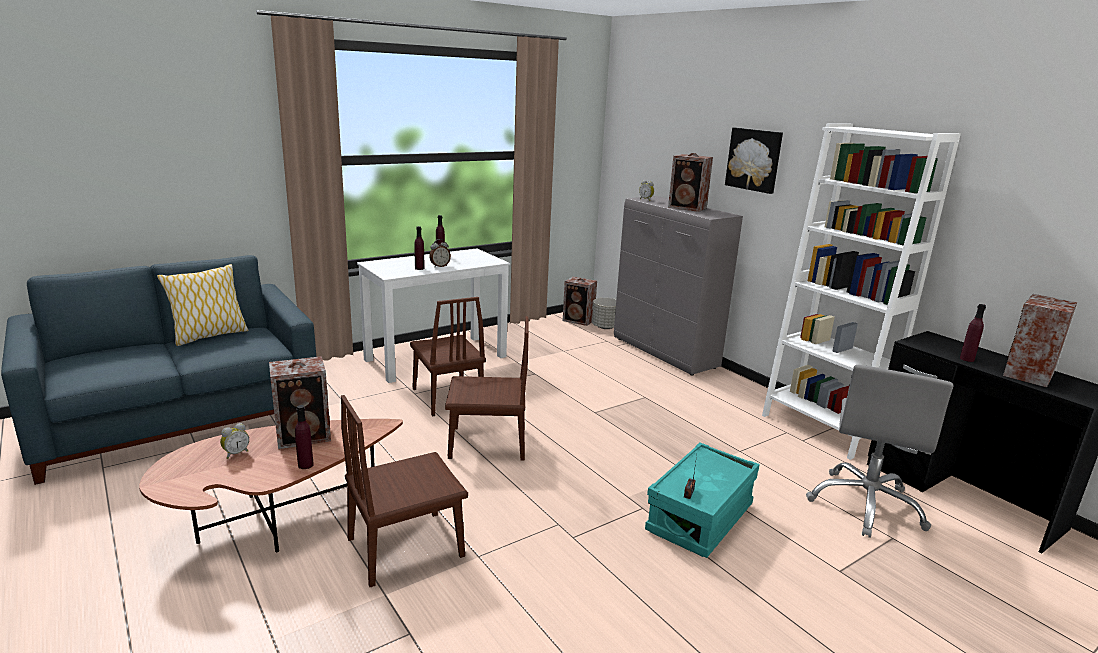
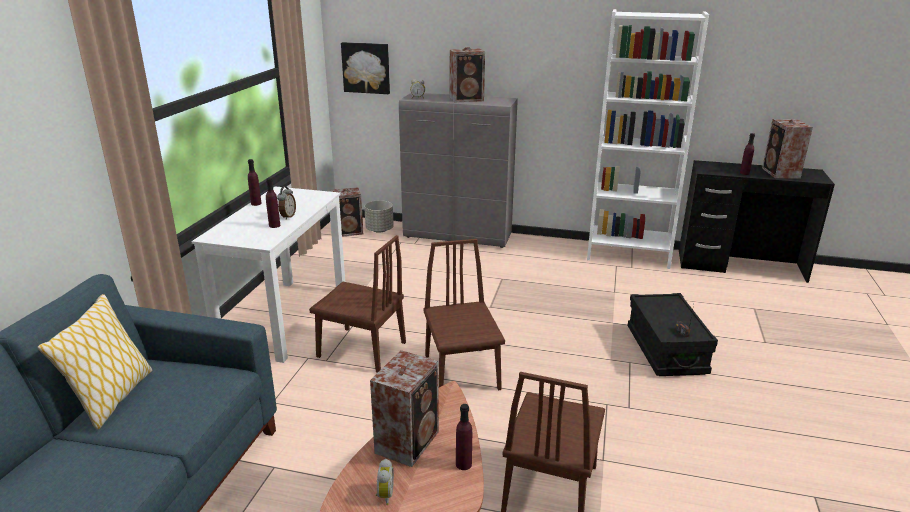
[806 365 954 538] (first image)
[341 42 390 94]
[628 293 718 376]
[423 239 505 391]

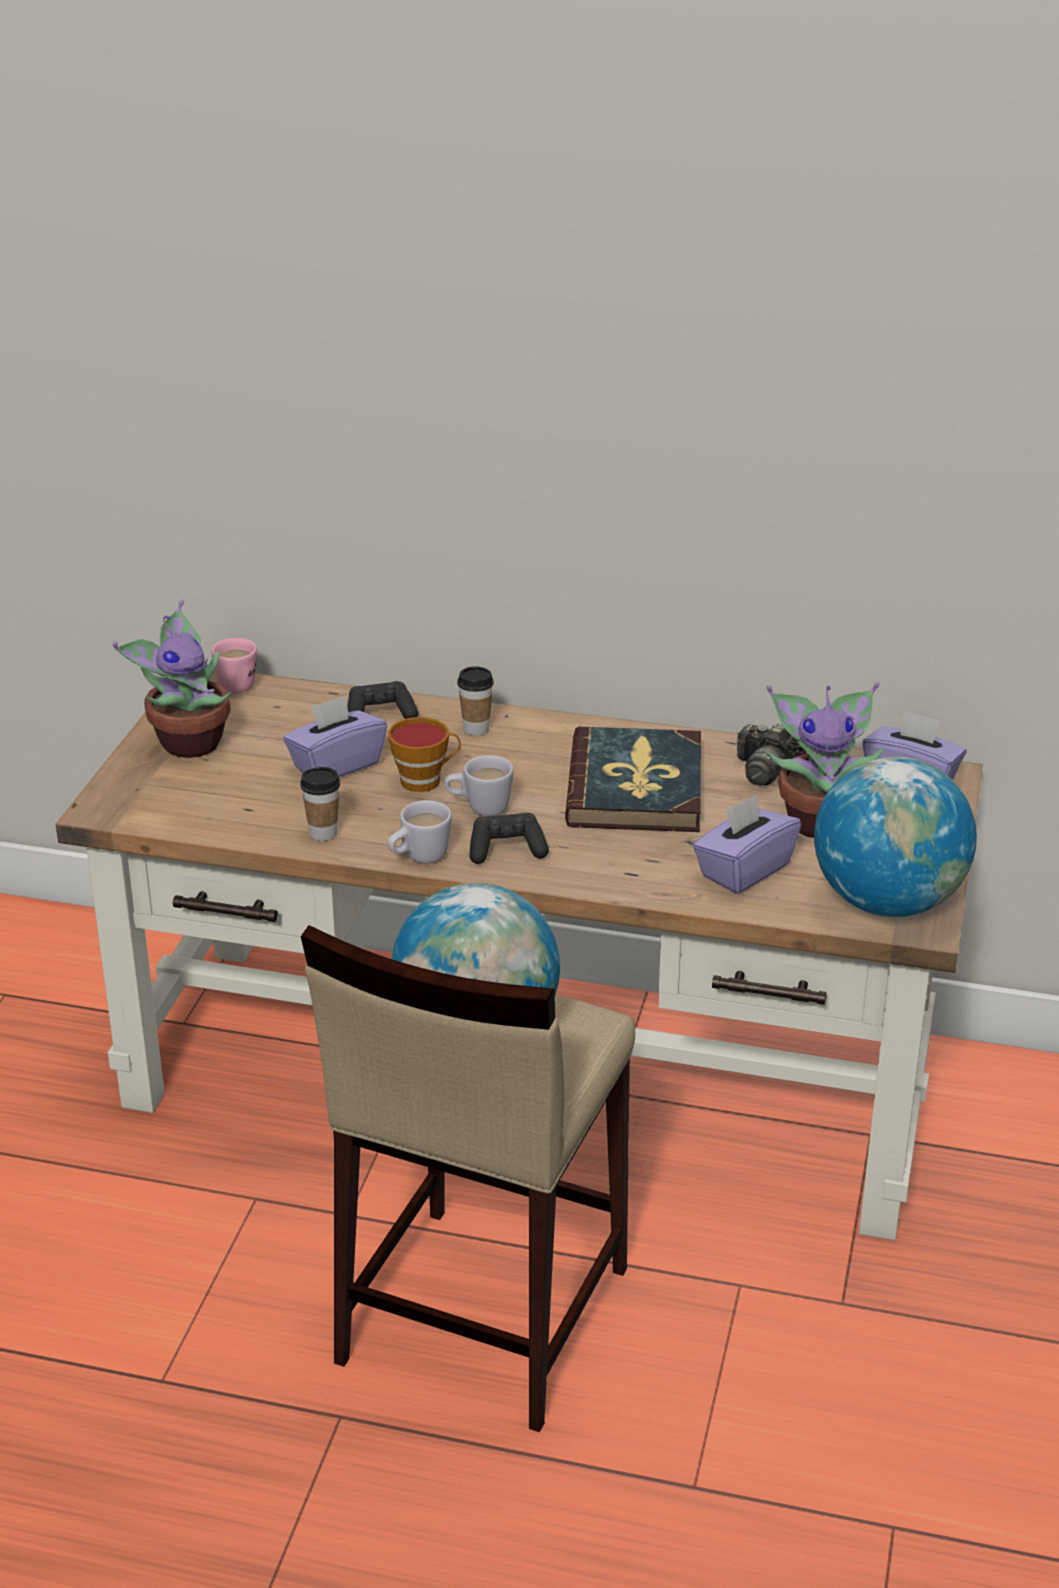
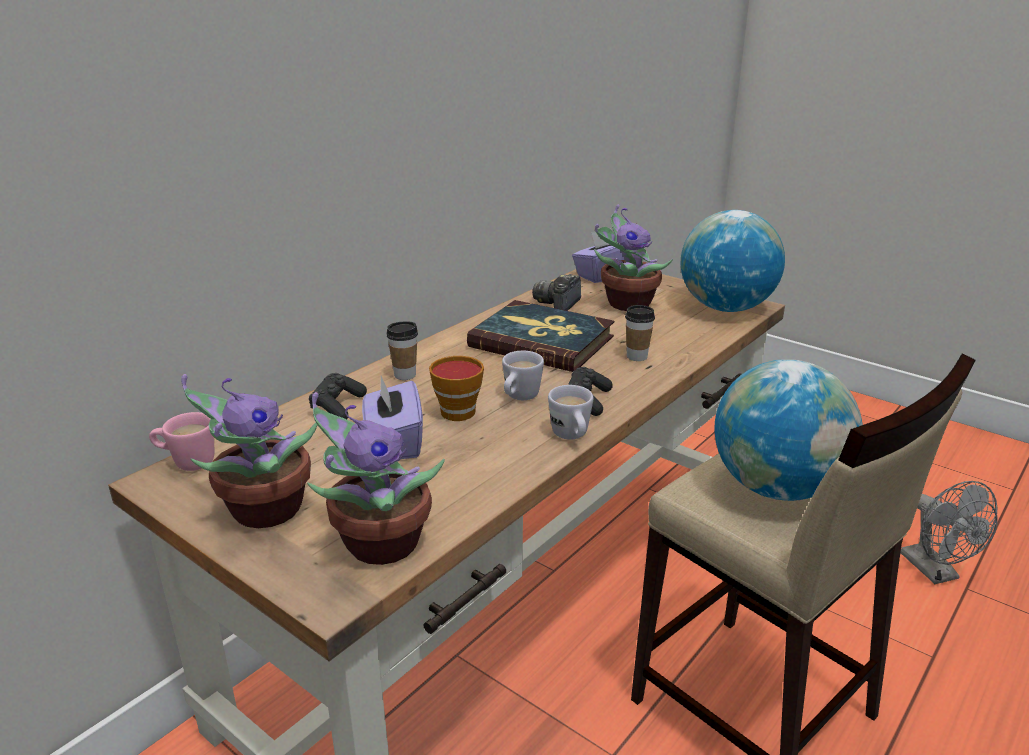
[693 795 801 894] (first image)
[307 392 445 565]
[900 481 998 584]
[625 305 655 361]
[532 274 581 311]

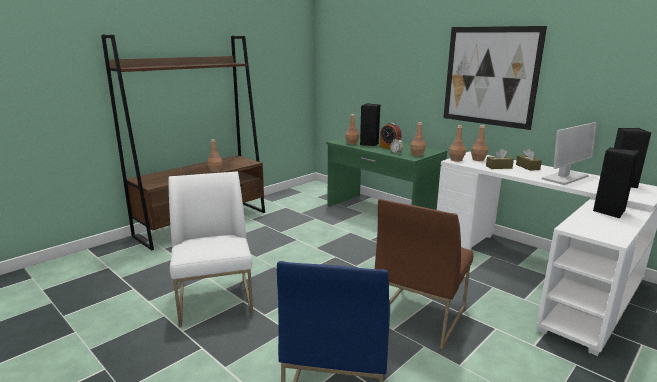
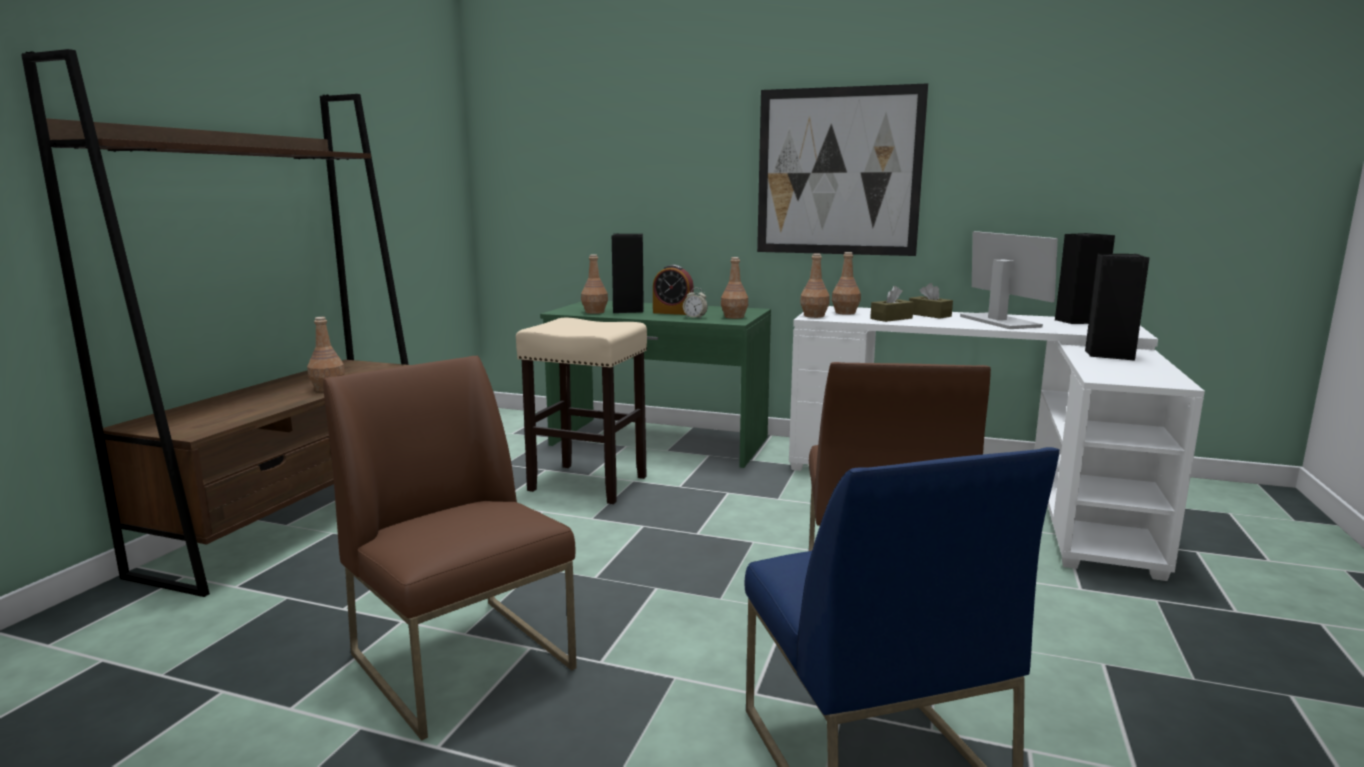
[516 318 647 504]
[323 356 577 740]
[960 231 1058 329]

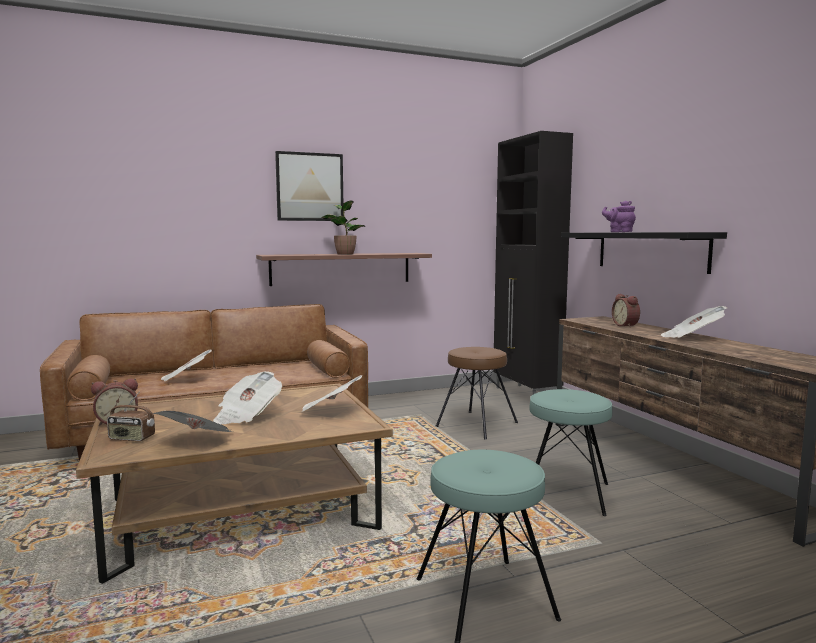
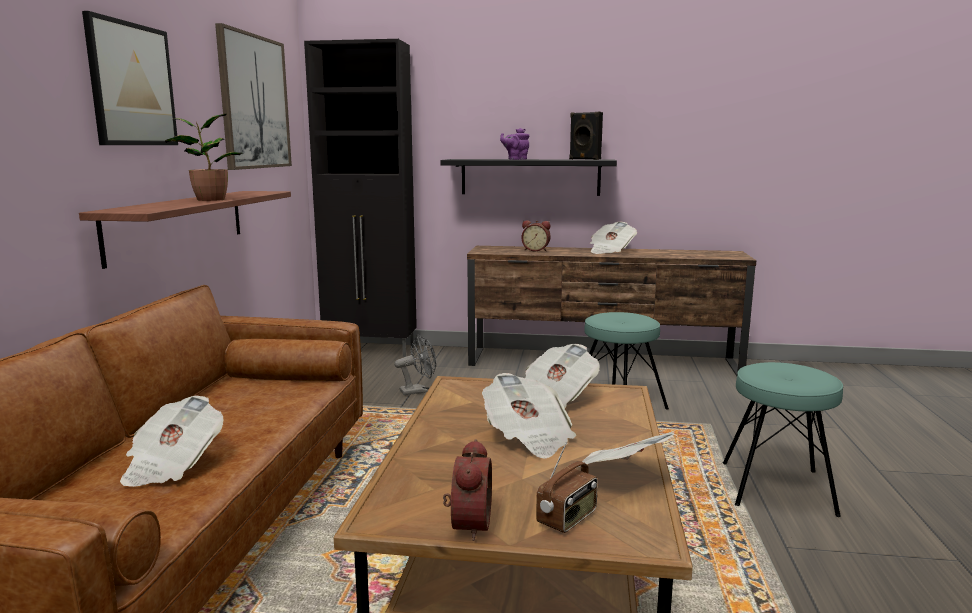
[215 23 292 170]
[569 112 603 160]
[394 335 436 395]

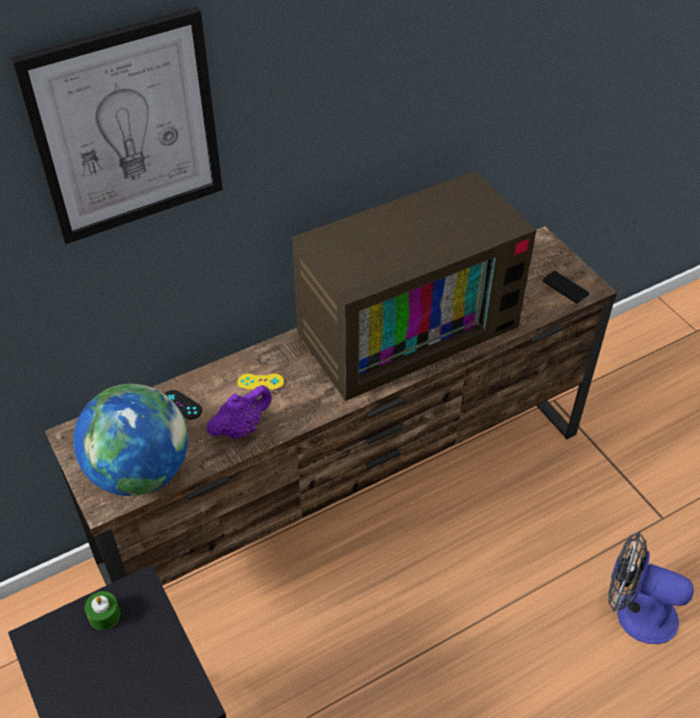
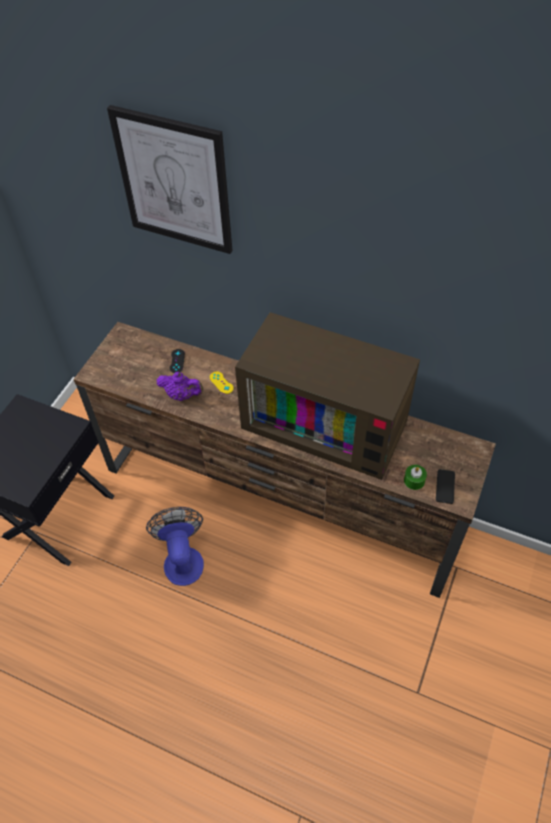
[73 384 188 496] (first image)
[404 465 427 490]
[146 507 204 586]

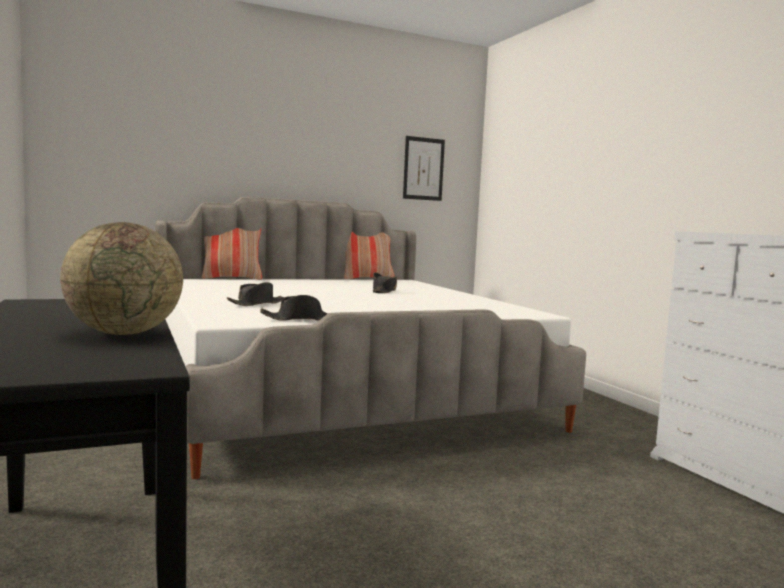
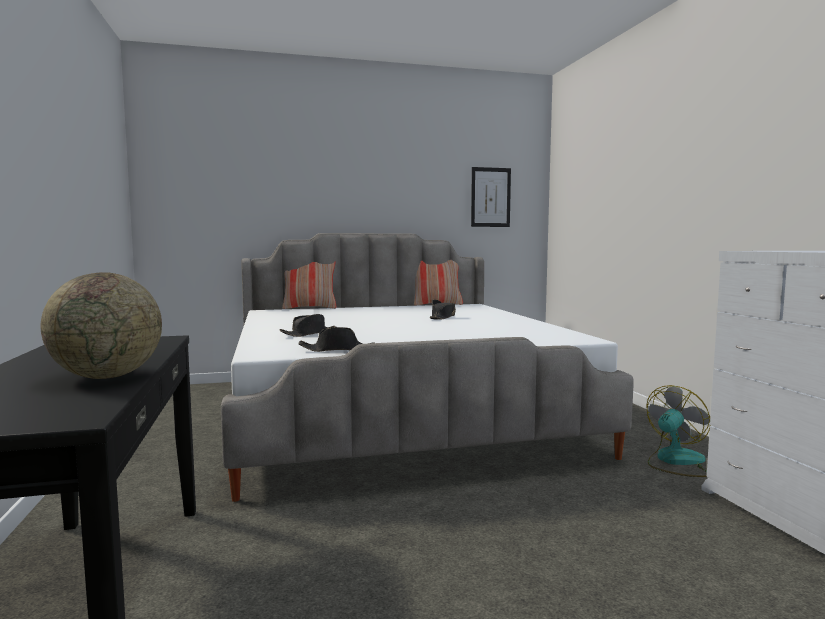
[646 385 711 477]

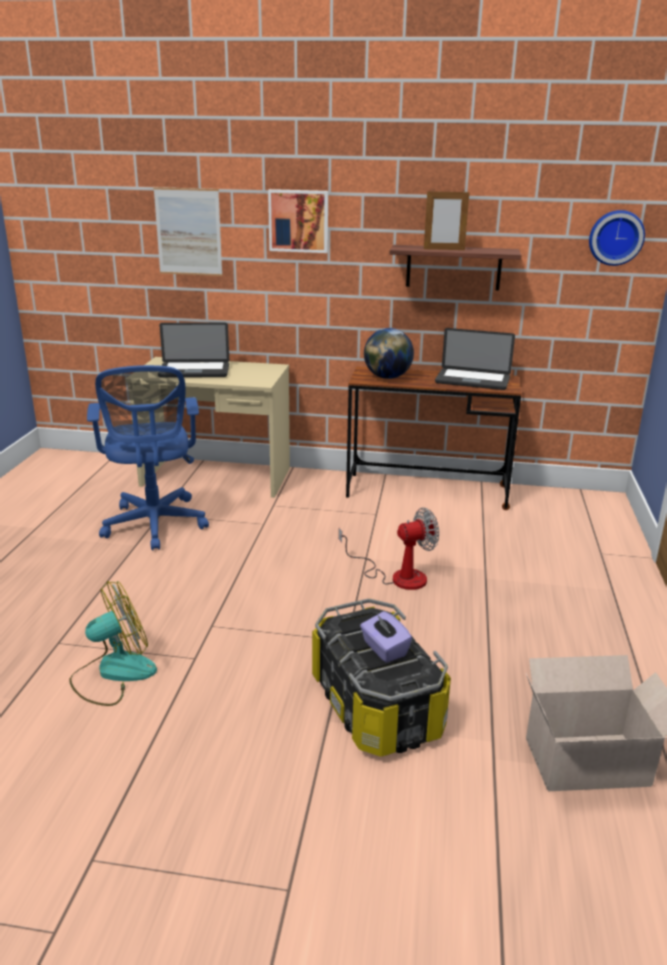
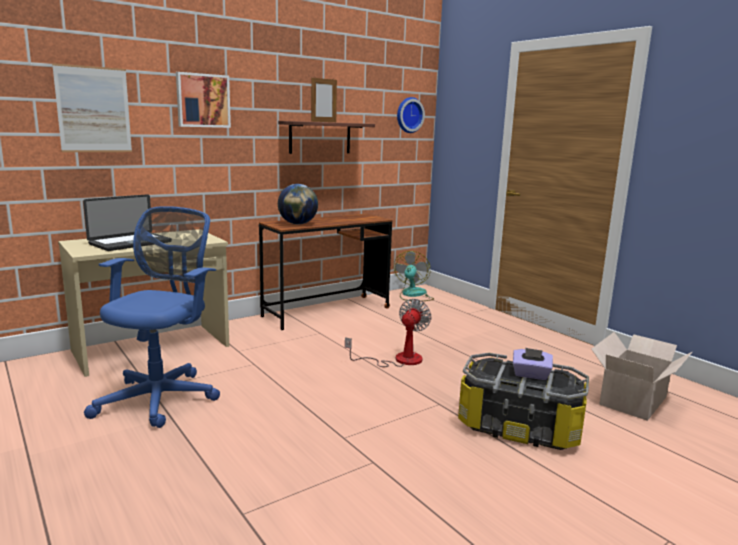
[435 328 515 390] (first image)
[394 251 434 301]
[84 206 220 428]

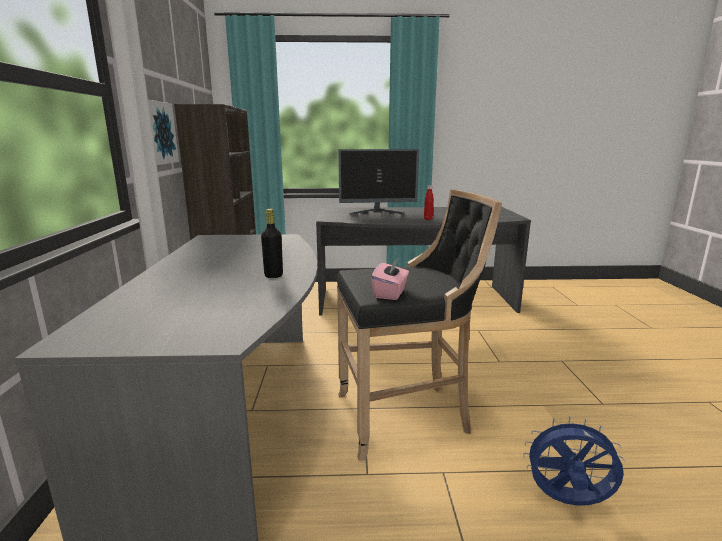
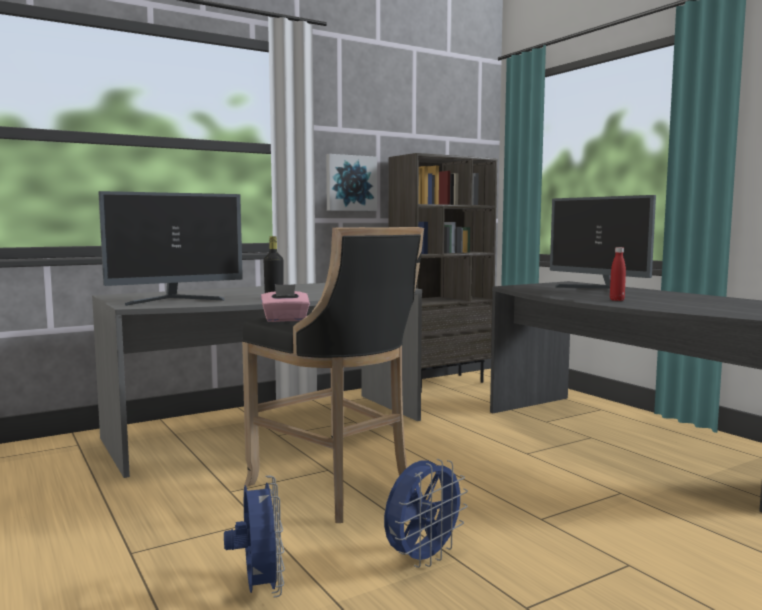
[98 191 243 306]
[384 459 468 568]

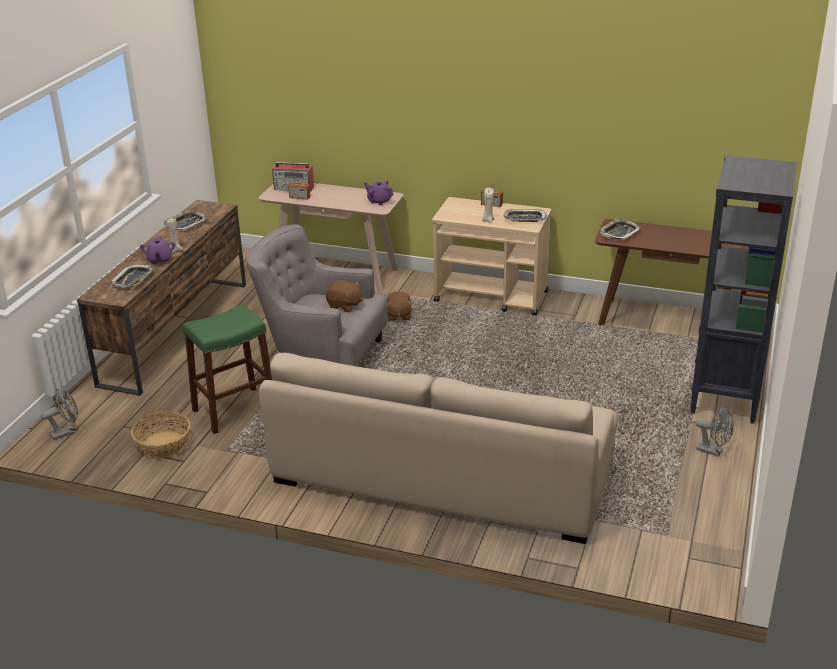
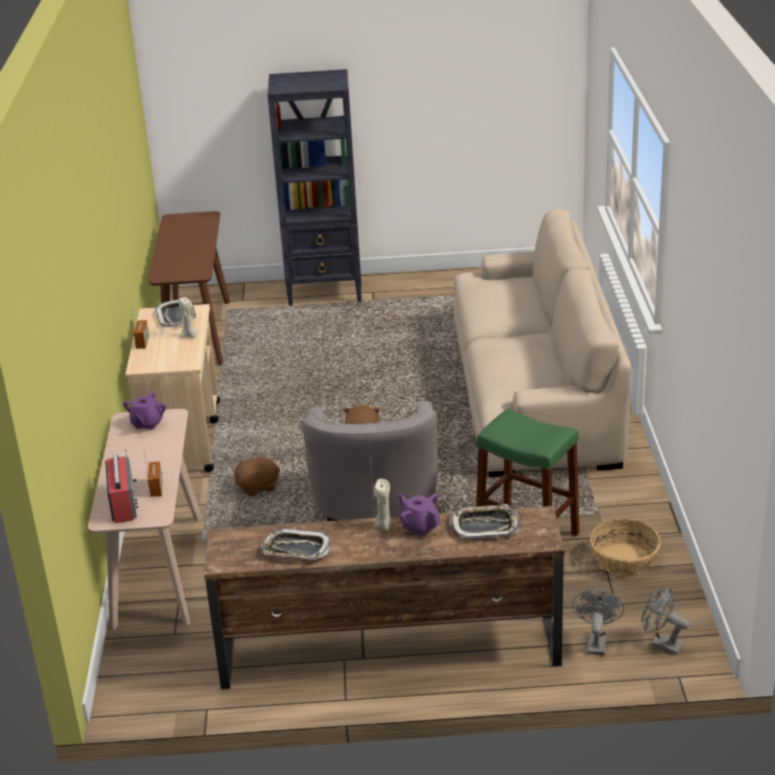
[600 219 641 240] (first image)
[573 589 624 655]
[398 493 441 536]

